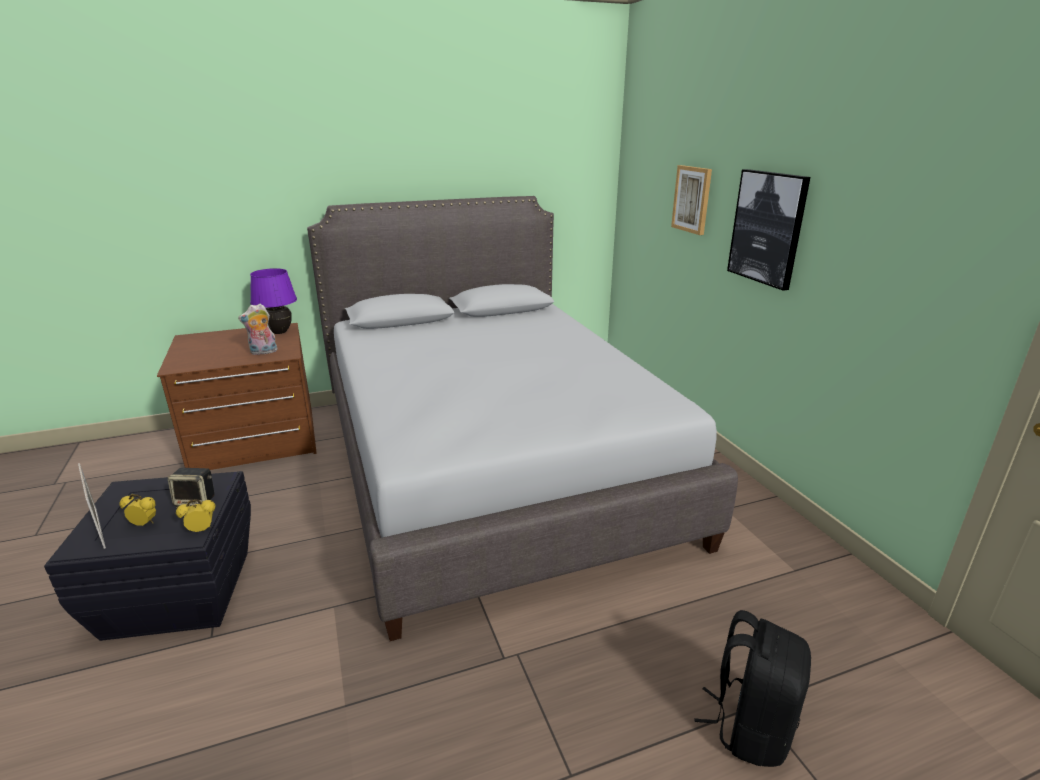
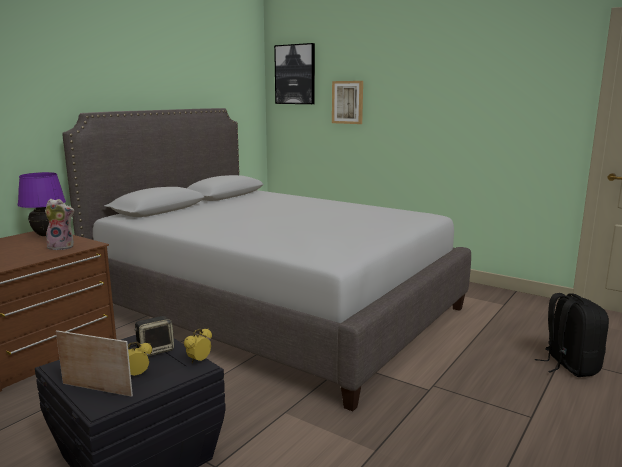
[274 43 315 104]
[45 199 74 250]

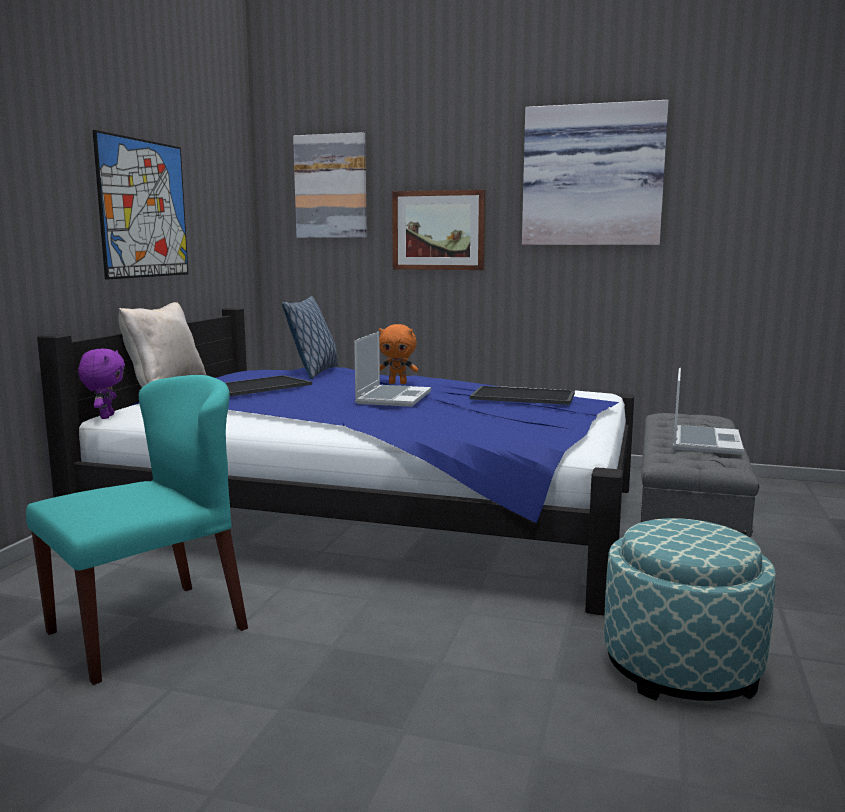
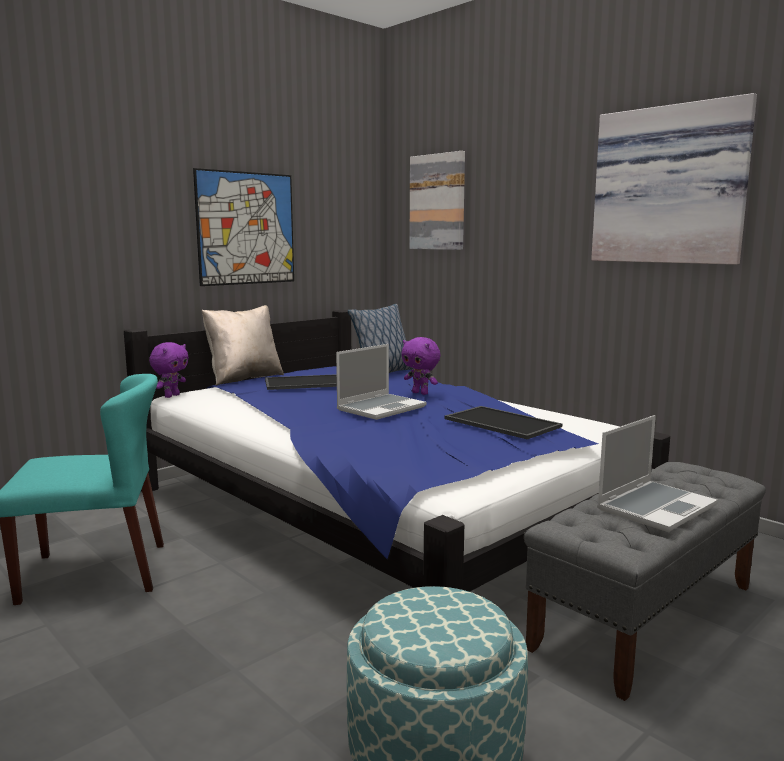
[392 190 485 270] (first image)
[401 337 441 395]

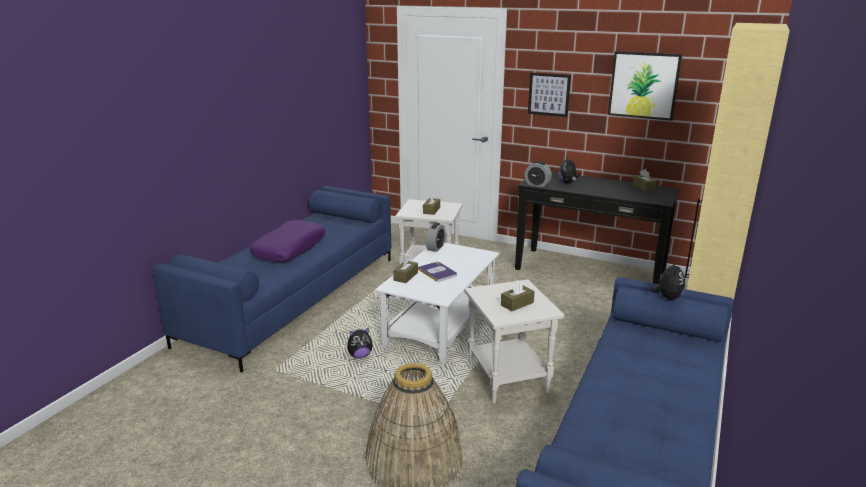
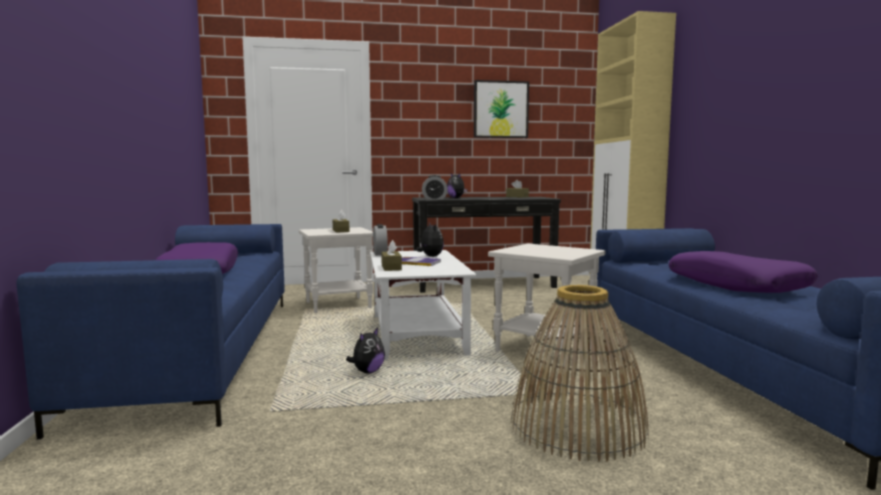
[501 280 535 311] (first image)
[528 73 571 117] (first image)
[668 251 818 293]
[417 223 444 257]

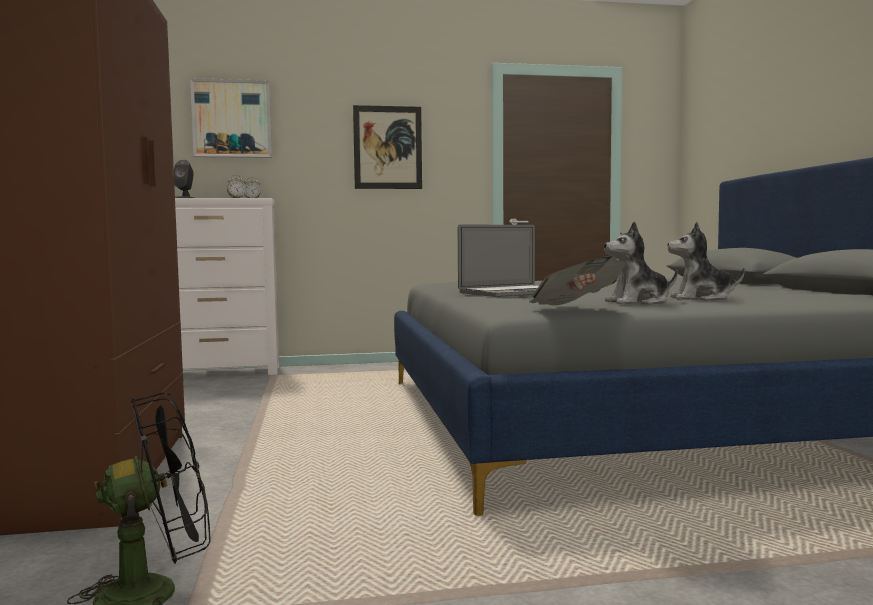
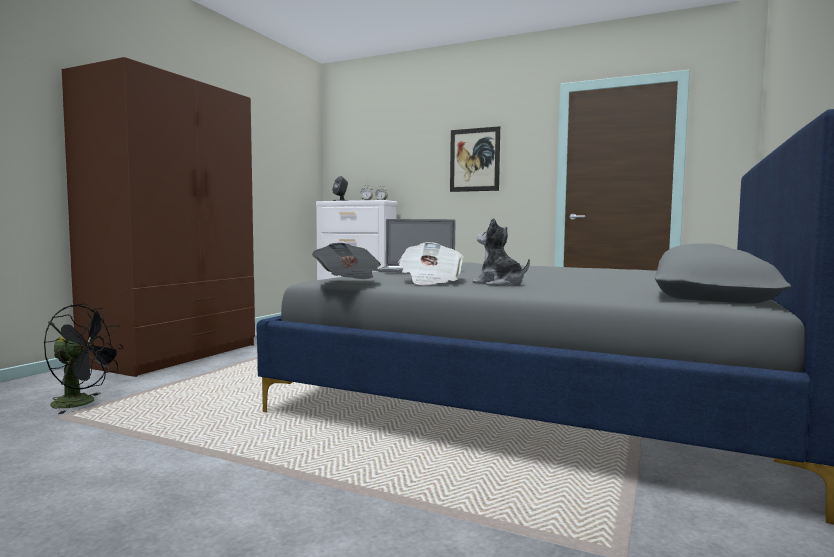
[190 78 272 158] (first image)
[398 242 463 285]

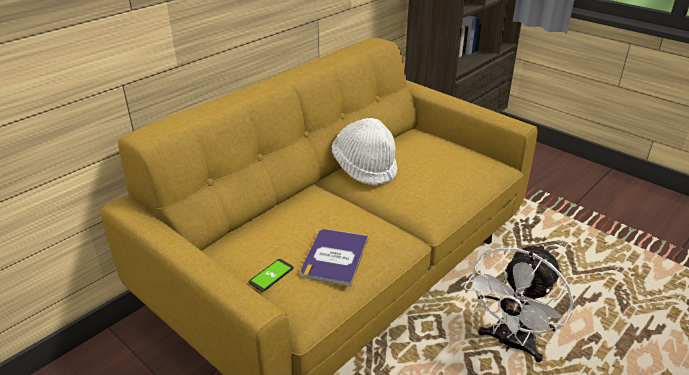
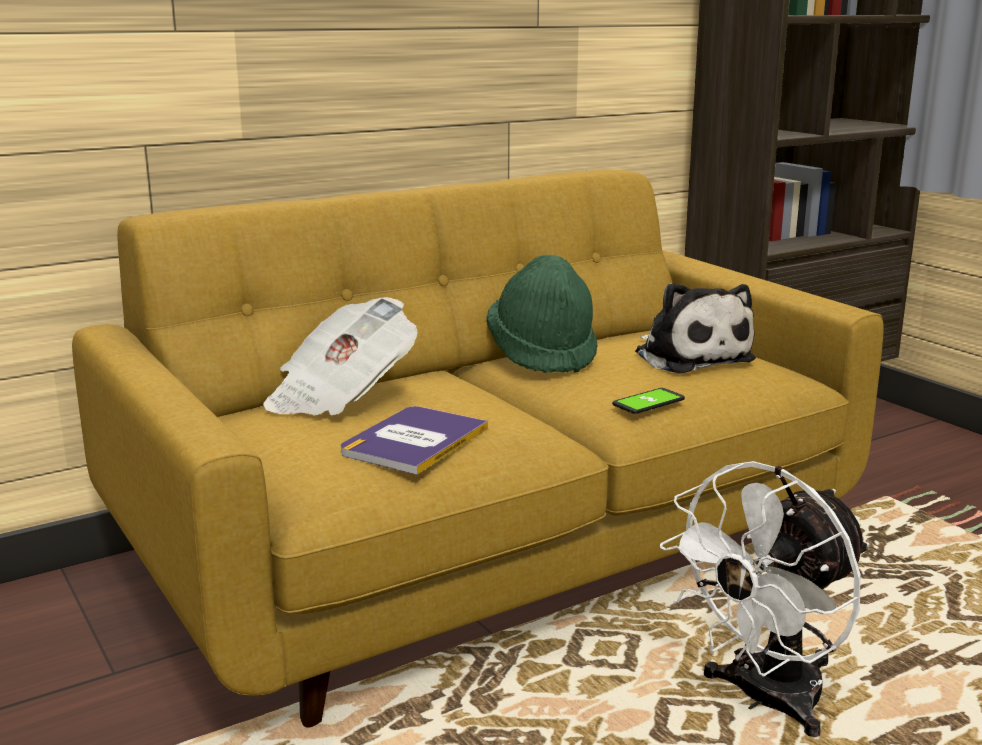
[263 297 417 415]
[635 283 756 374]
[612 388 685 414]
[486 254 598 373]

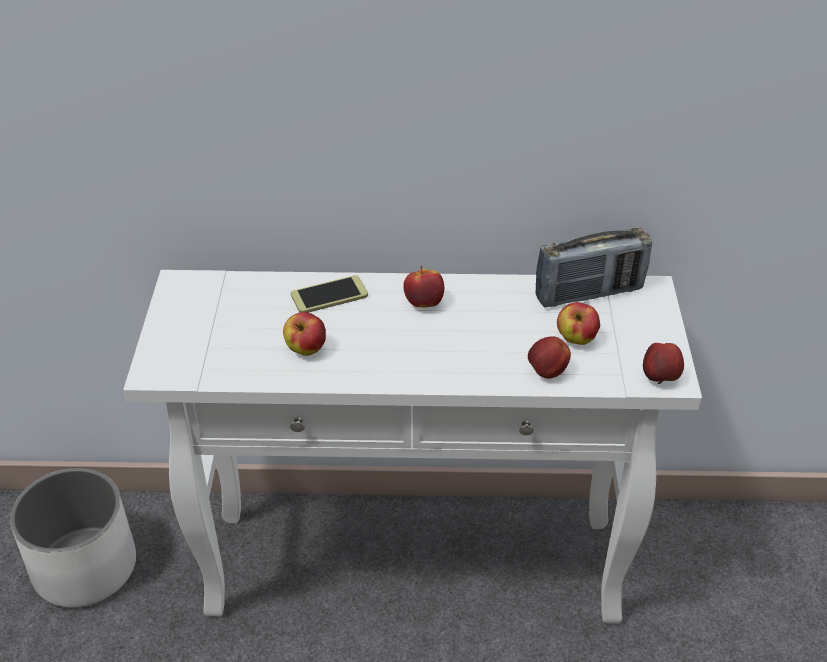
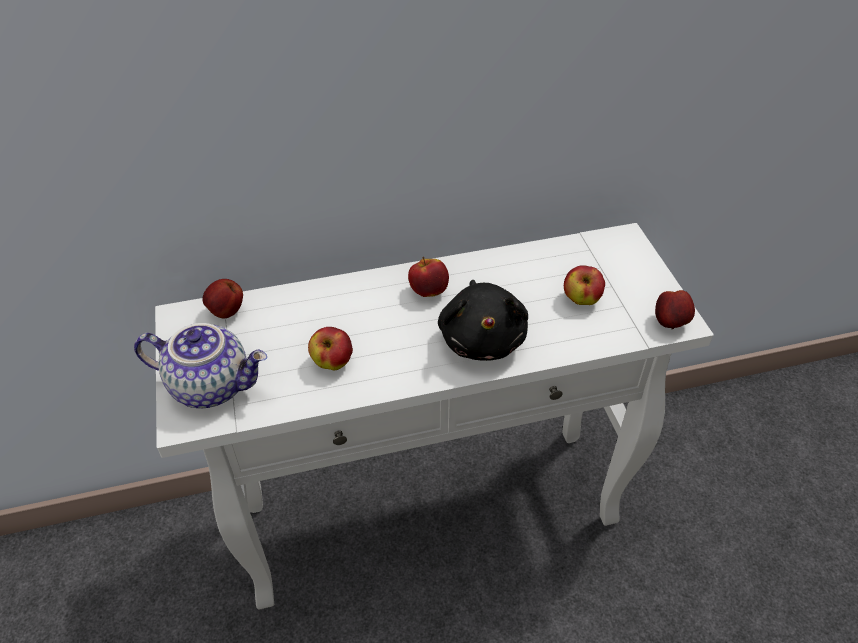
[10 468 136 608] (first image)
[291 275 368 313] (first image)
[535 228 652 308] (first image)
[134 323 267 408]
[438 280 528 361]
[202 279 243 318]

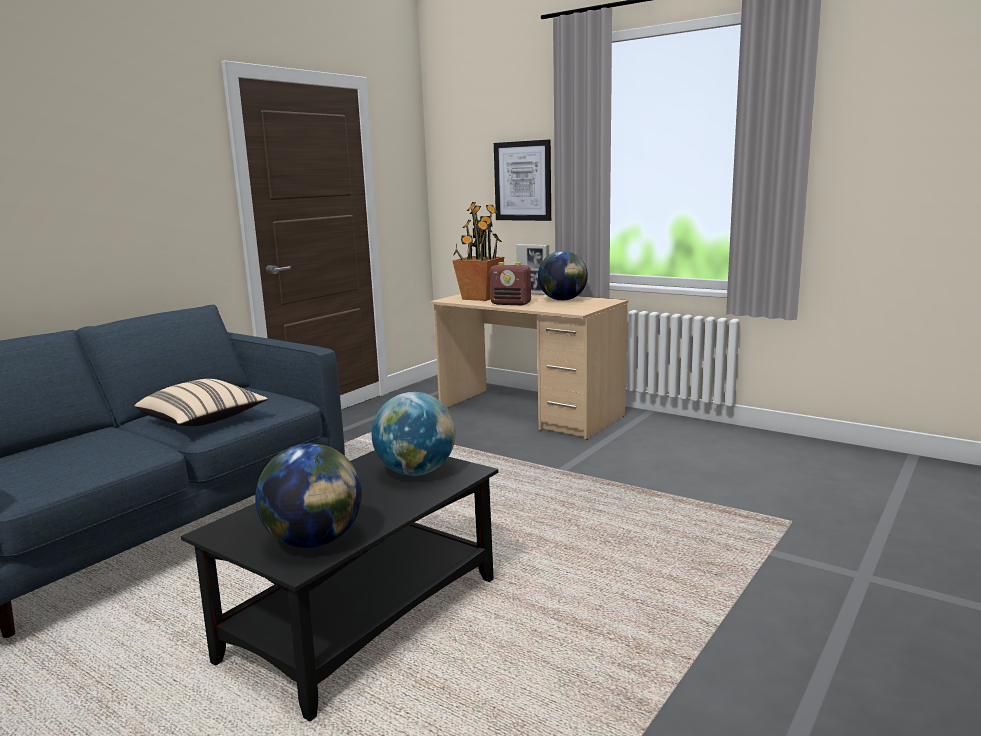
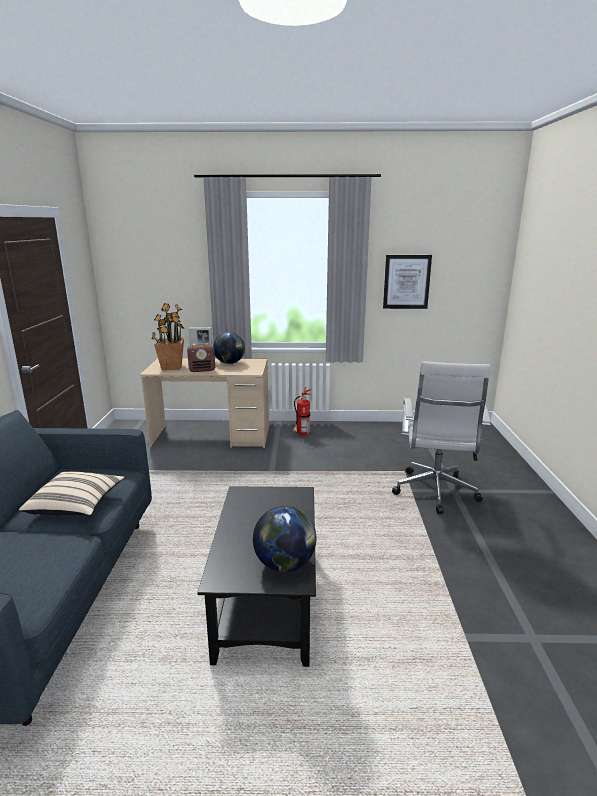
[372 392 456 476] (first image)
[293 387 311 436]
[392 361 491 514]
[383 255 432 309]

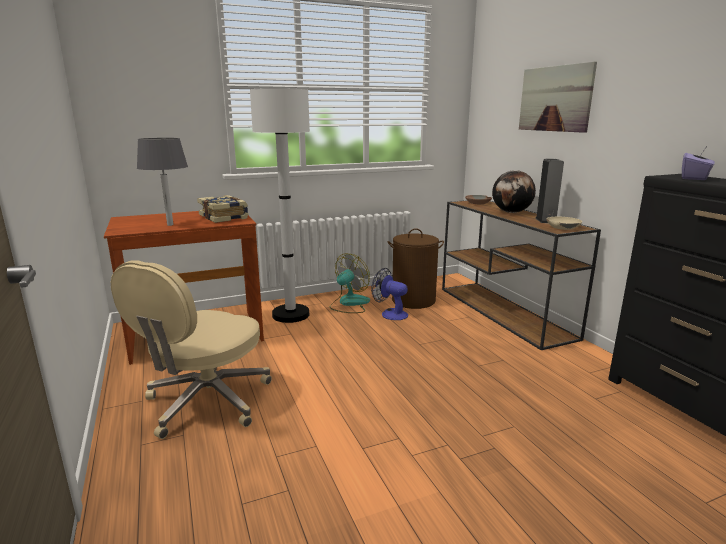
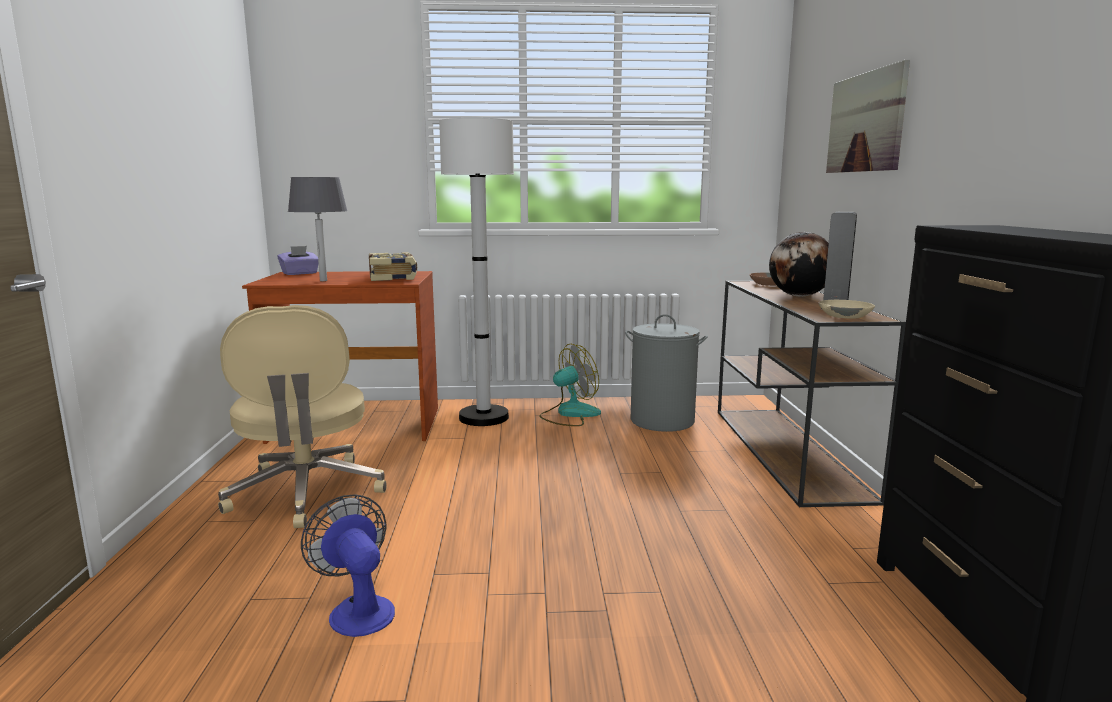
[301 494 395 637]
[277 246 319 275]
[625 314 708 432]
[218 305 387 528]

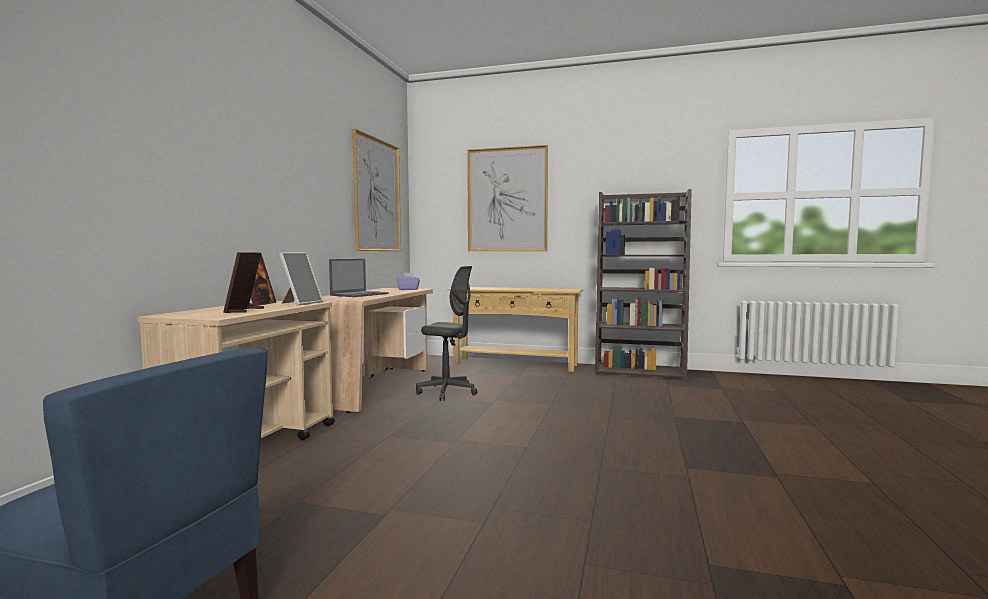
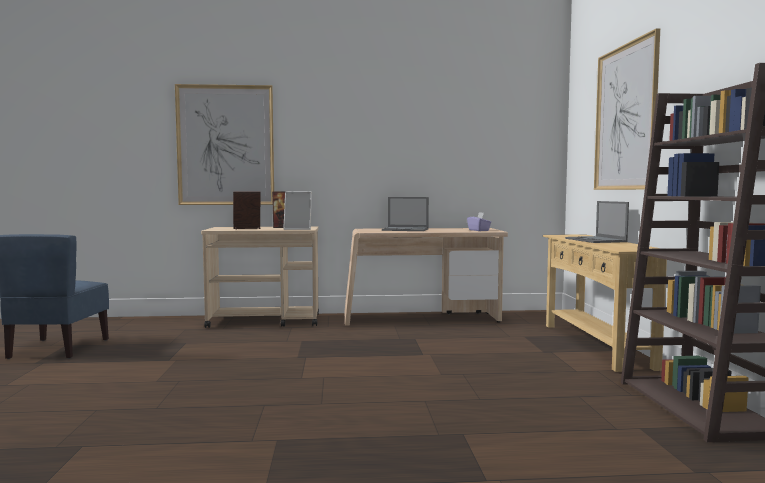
[416 266 478 401] (first image)
[565 201 629 243]
[175 84 274 205]

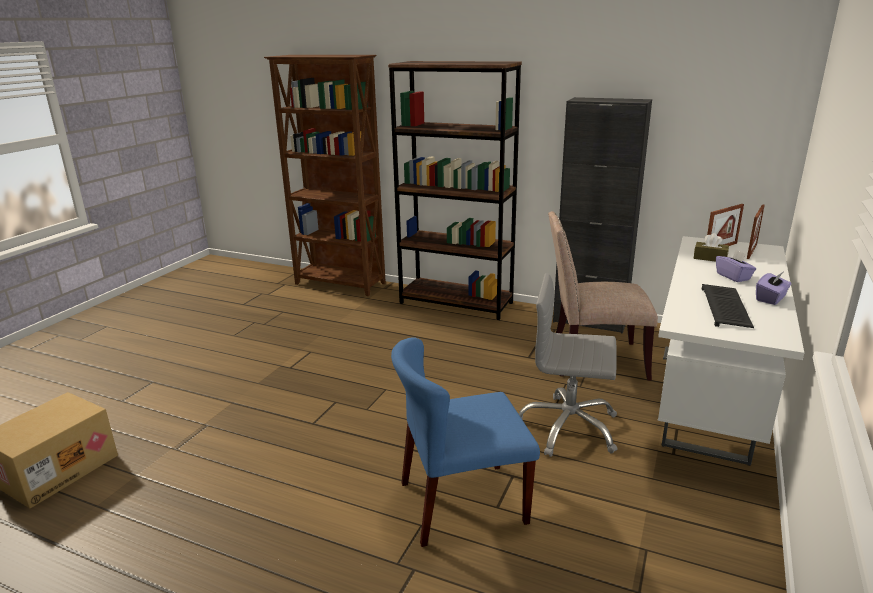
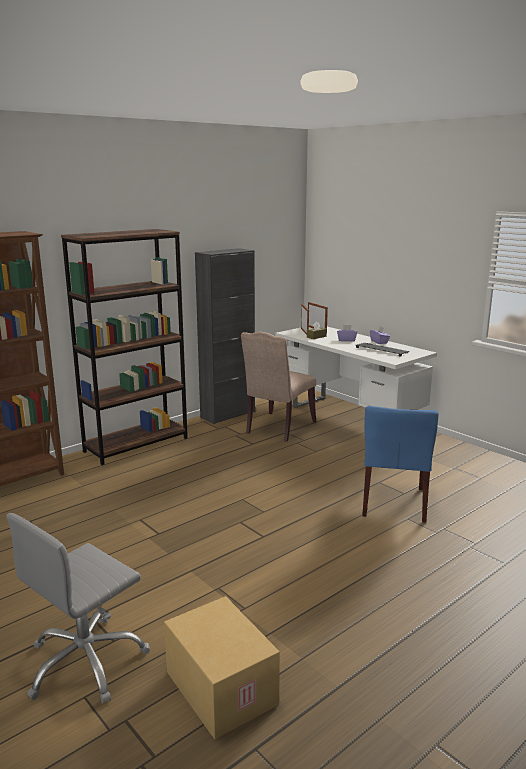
[6 513 150 704]

